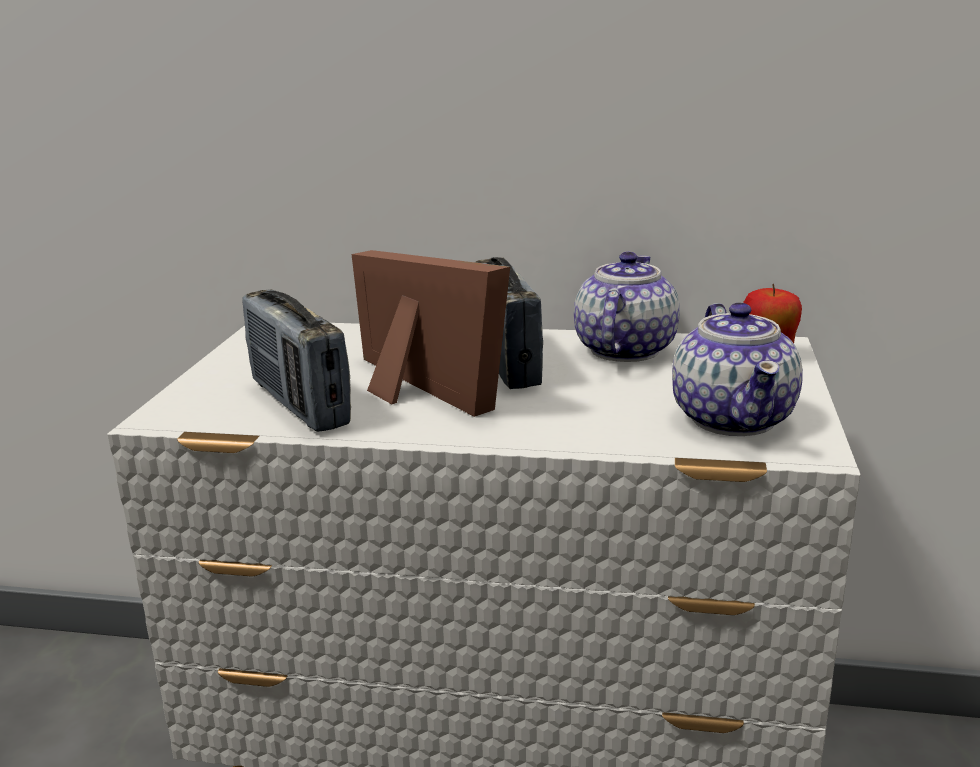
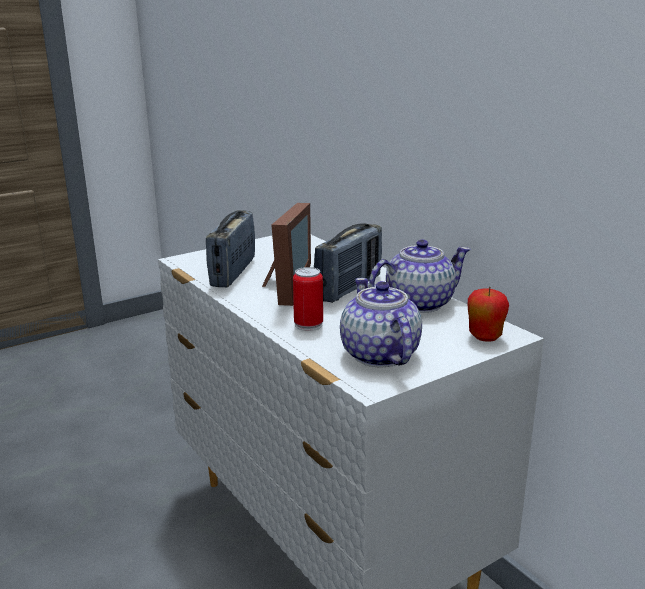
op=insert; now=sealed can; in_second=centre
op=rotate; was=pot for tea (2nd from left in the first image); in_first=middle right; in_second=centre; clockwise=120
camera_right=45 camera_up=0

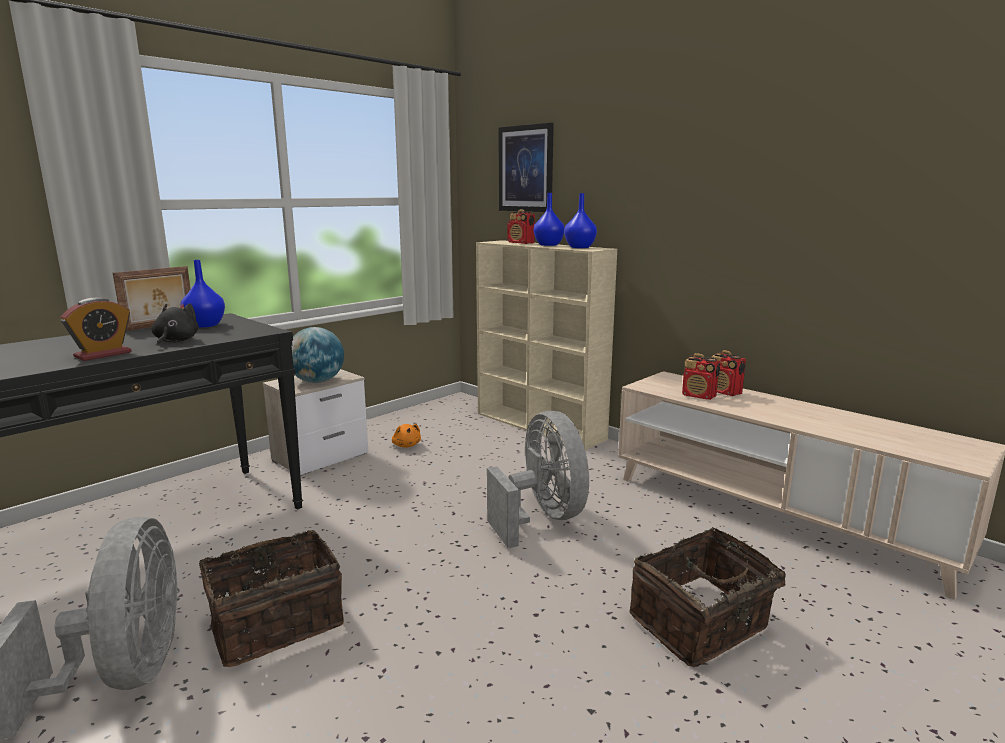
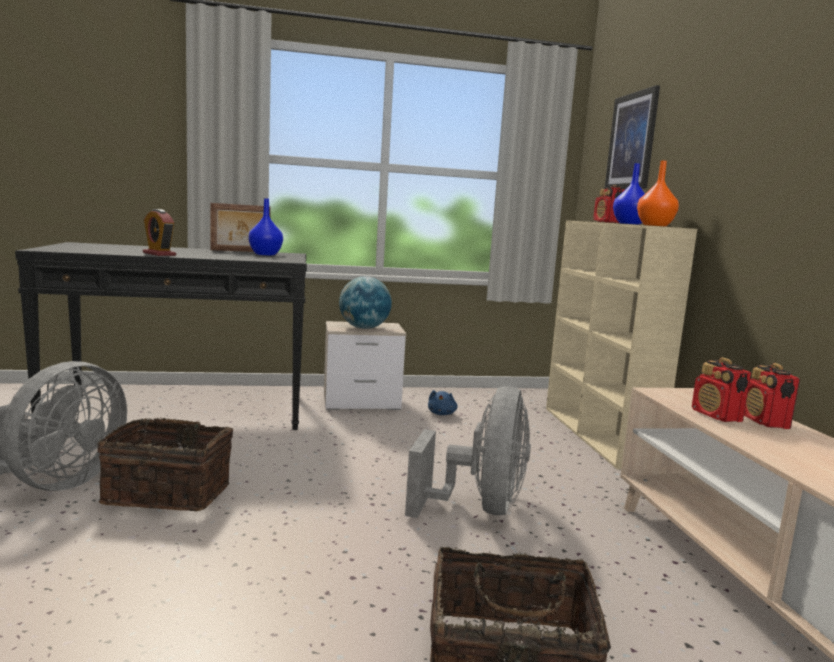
op=rotate; was=alarm clock; in_first=middle left; in_second=middle left; clockwise=60
op=recolor; was=orangey cuddly toy; now=blue cuddly toy; in_first=centre; in_second=centre
op=recolor; was=blue vase (3rd from left); now=orangey vase; in_first=top centre; in_second=top right
op=delete; was=black cuddly toy; in_first=middle left
camera_right=35 camera_up=-5

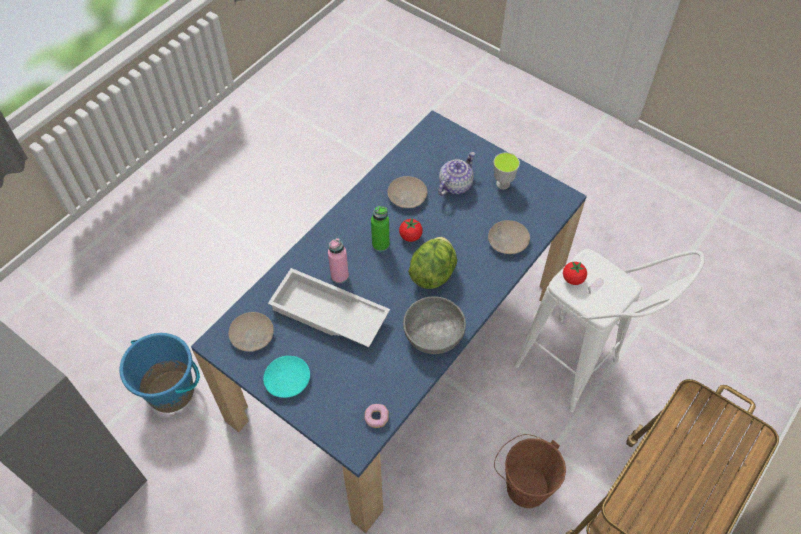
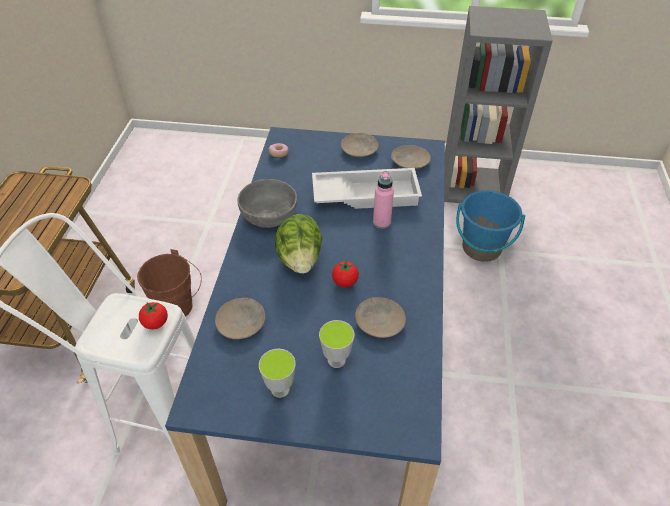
op=replace; was=pot for tea; now=drinking cup (2nd from left); in_first=top centre; in_second=bottom centre
op=recolor; was=turquoise flat dish; now=beige flat dish (2nd from left); in_first=bottom centre; in_second=top centre
op=delete; was=green-coloured bottle; in_first=centre
camera_right=150 camera_up=-10

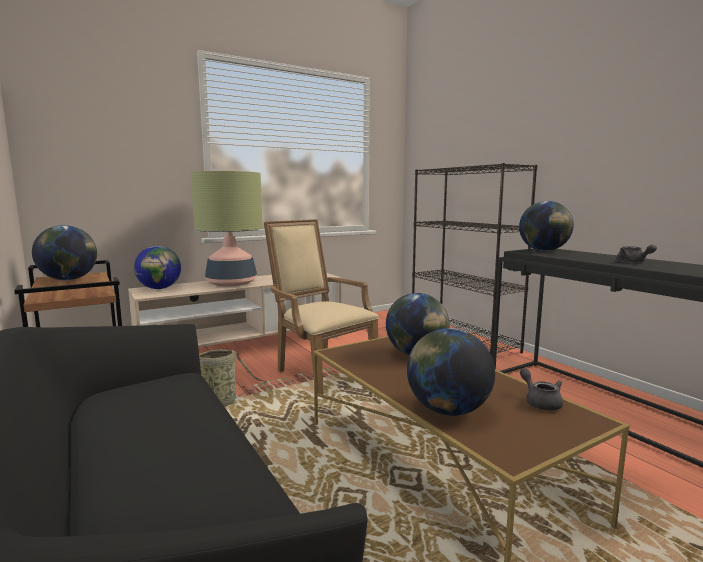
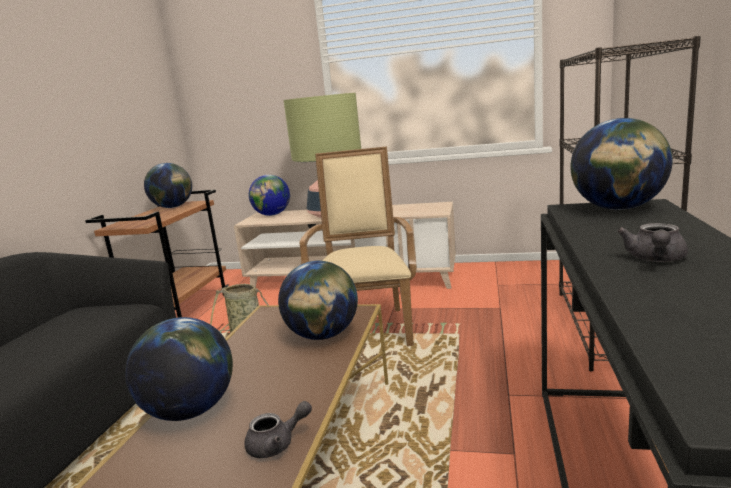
op=rotate; was=gray pot for tea (1st from left); in_first=bottom right; in_second=bottom centre; clockwise=45
camera_right=45 camera_up=5

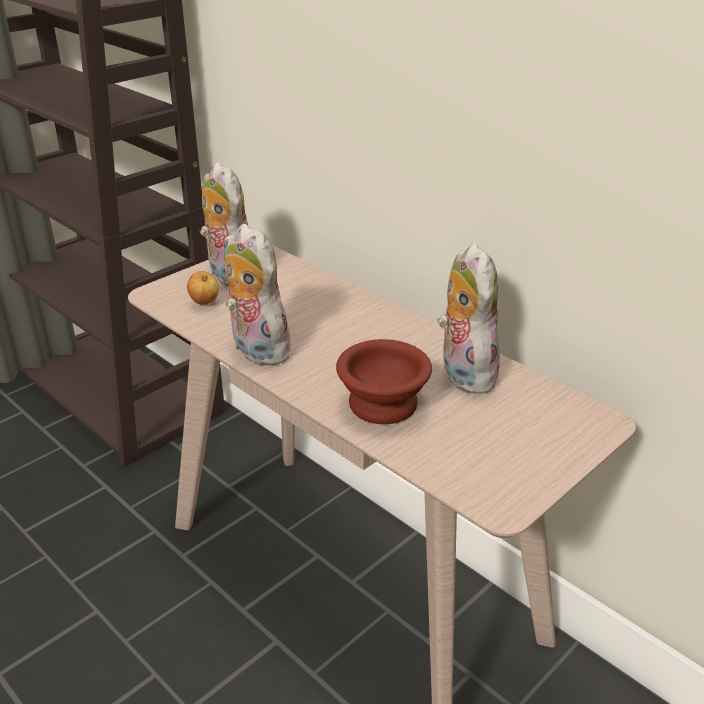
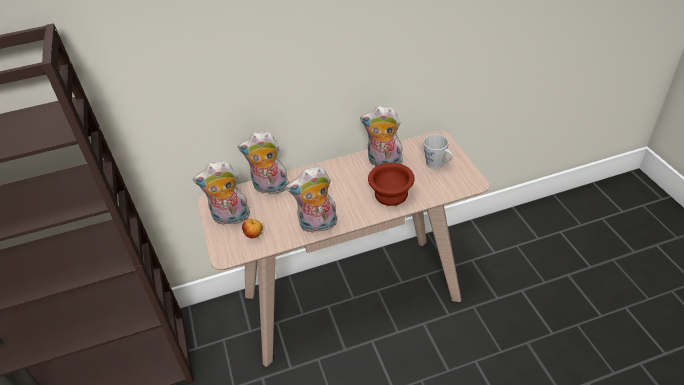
op=insert; now=cuddly toy (2nd from left); in_second=centre
op=insert; now=gray coffee mug; in_second=centre
camera_right=-60 camera_up=10

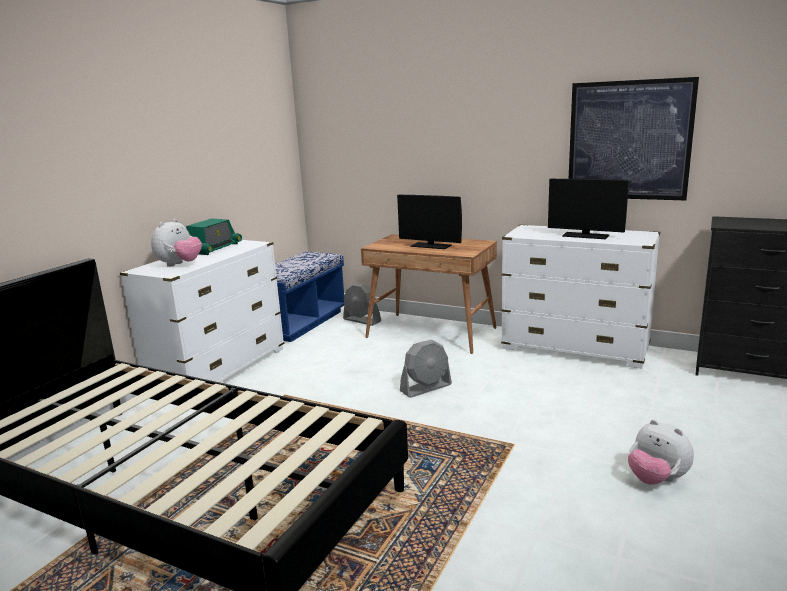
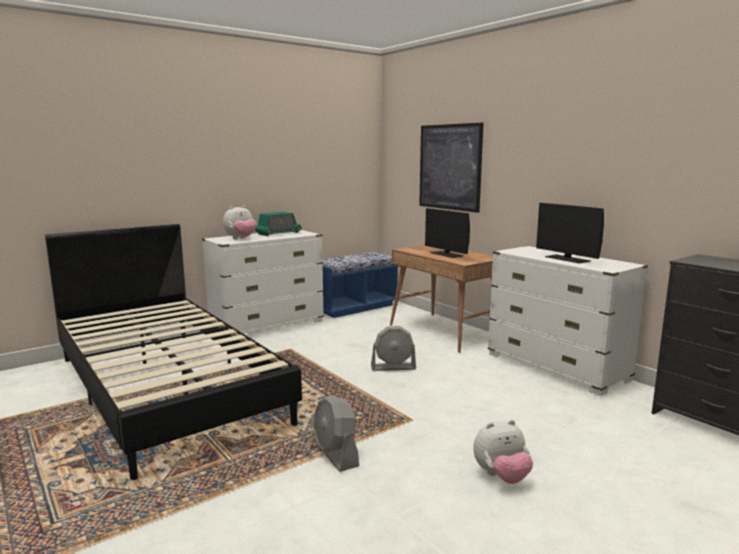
op=move; was=gray cooling fan (1st from left); in_first=centre; in_second=bottom centre
op=move; was=wall picture; in_first=top right; in_second=top centre
op=rotate; was=cuddly toy (2nd from left); in_first=bottom right; in_second=bottom right; clockwise=-90
camera_right=25 camera_up=-5

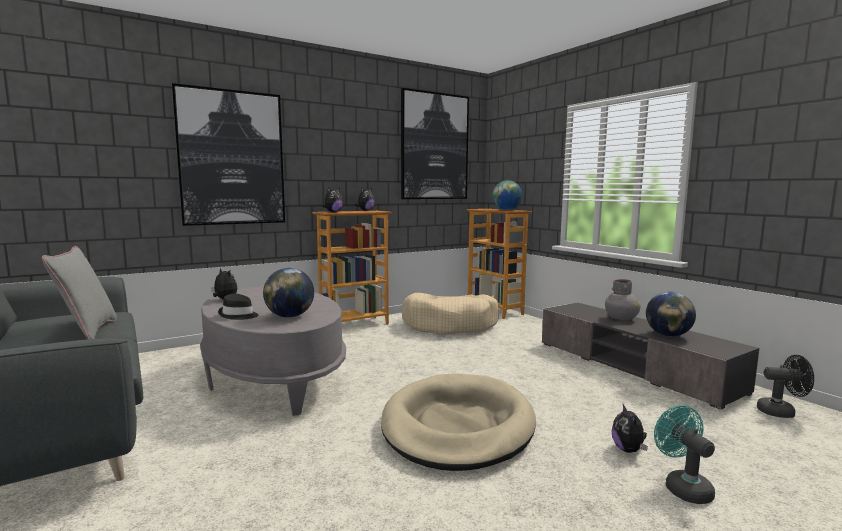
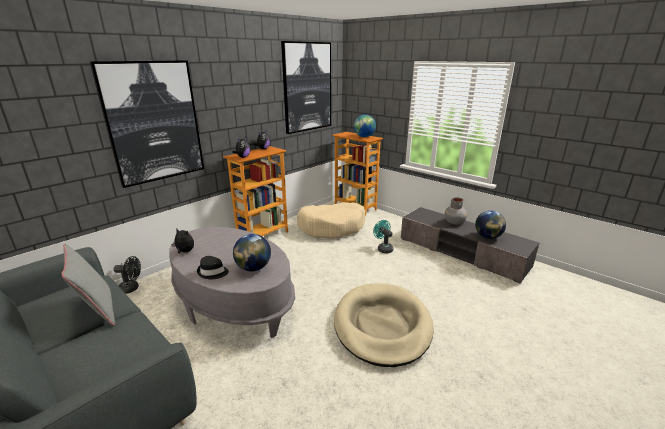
op=move; was=black cooling fan; in_first=bottom right; in_second=middle left
op=move; was=turquoise cooling fan; in_first=bottom right; in_second=centre
op=delete; was=cuddly toy (4th from left); in_first=bottom right
camera_right=-15 camera_up=15

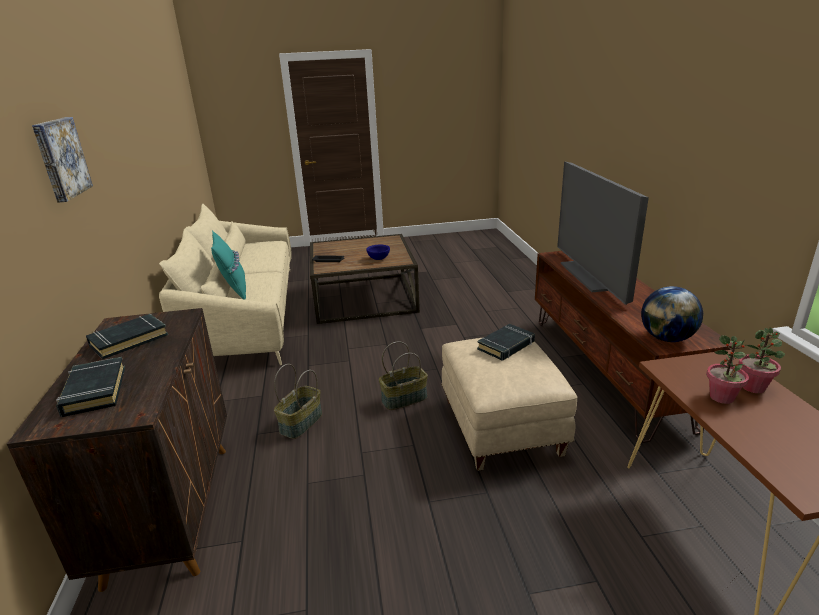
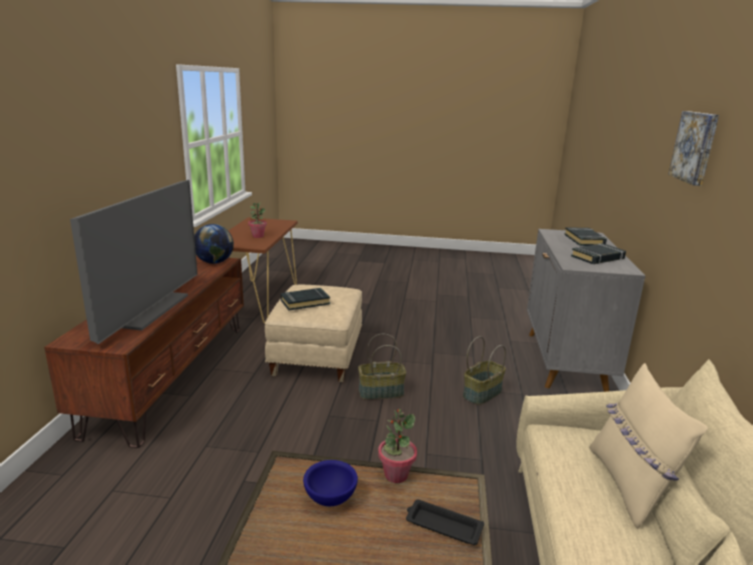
op=move; was=houseplant (2nd from left); in_first=middle right; in_second=bottom centre
op=recolor; was=brown-coloured storage cabinet; now=gray storage cabinet; in_first=bottom left; in_second=middle right
op=recolor; was=turquoise pillow; now=beige pillow; in_first=middle left; in_second=bottom right
camera_right=-165 camera_up=-5

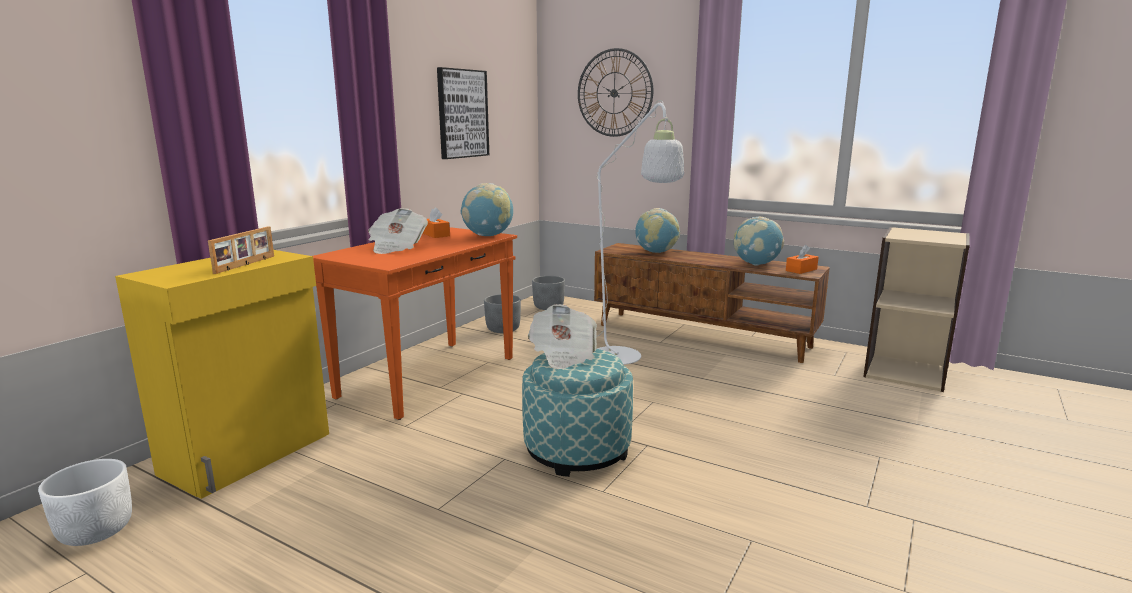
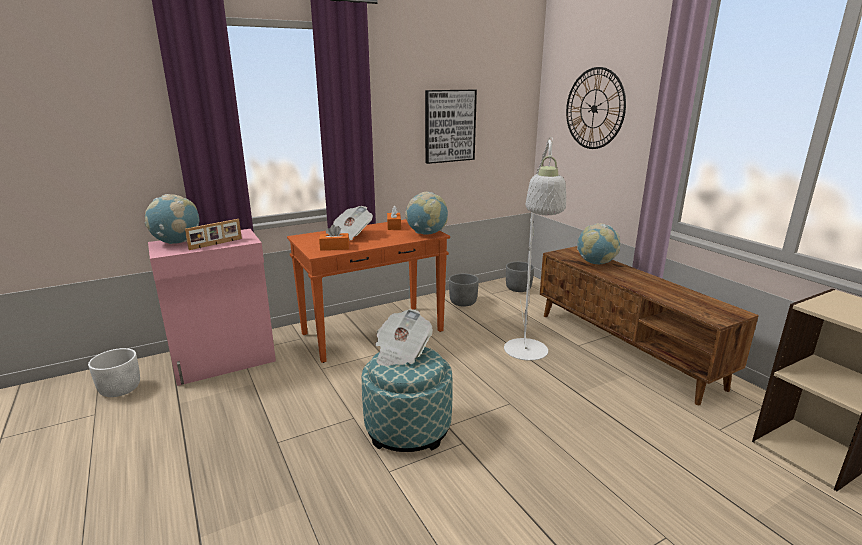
op=move; was=world globe (3rd from left in the first image); now=world globe (1st from left); in_first=middle right; in_second=middle left
op=recolor; was=yellowish storage cabinet; now=pink storage cabinet; in_first=middle left; in_second=middle left
op=move; was=orangey tissue holder (2nd from left in the first image); now=orangey tissue holder (1st from left); in_first=middle right; in_second=centre
camera_right=30 camera_up=5

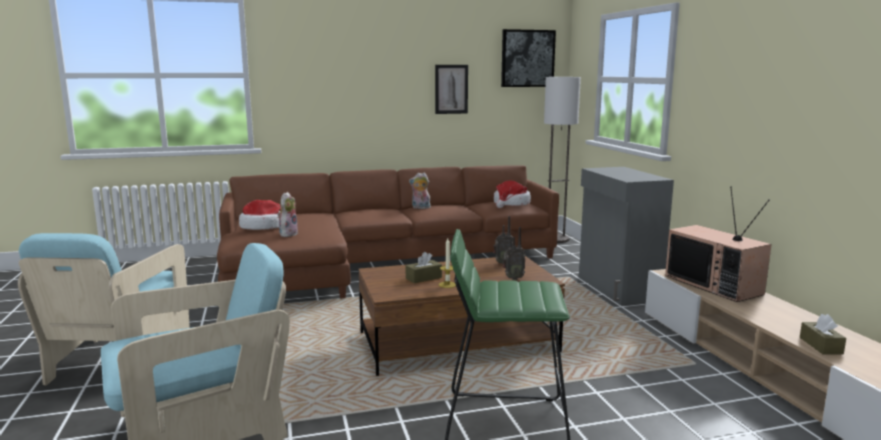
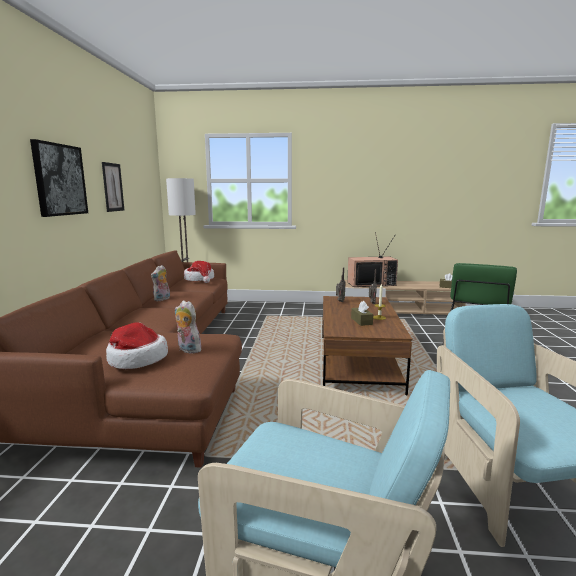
op=move; was=wall picture (2nd from left in the first image); now=wall picture (1st from left); in_first=top centre; in_second=top left
op=delete; was=gray storage cabinet; in_first=middle right
camera_right=-70 camera_up=0

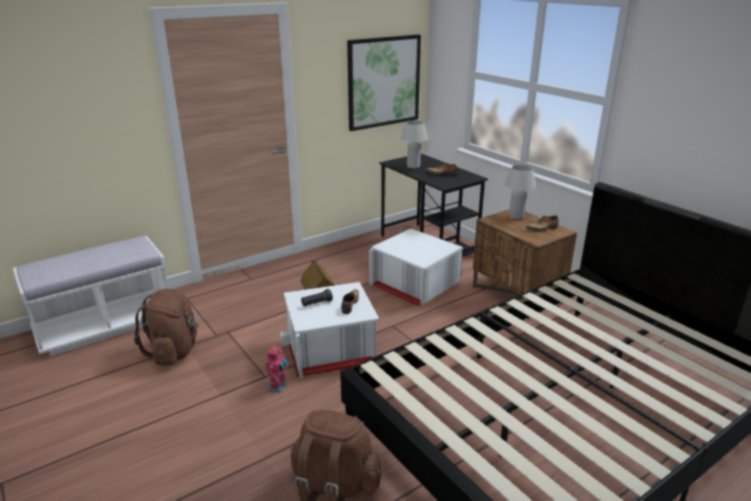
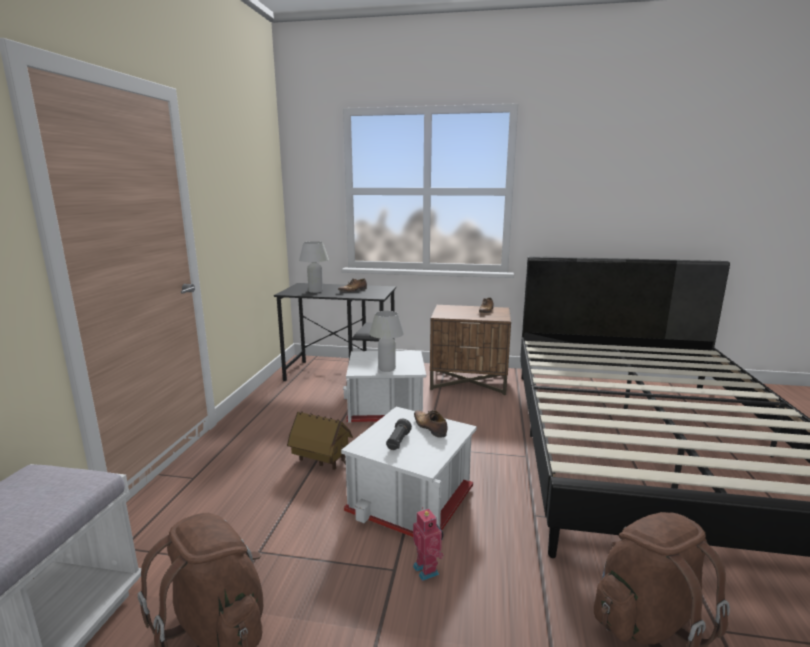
op=move; was=white lamp for a table (2nd from left); in_first=middle right; in_second=centre
op=delete; was=wall picture; in_first=top centre
camera_right=-45 camera_up=-10

